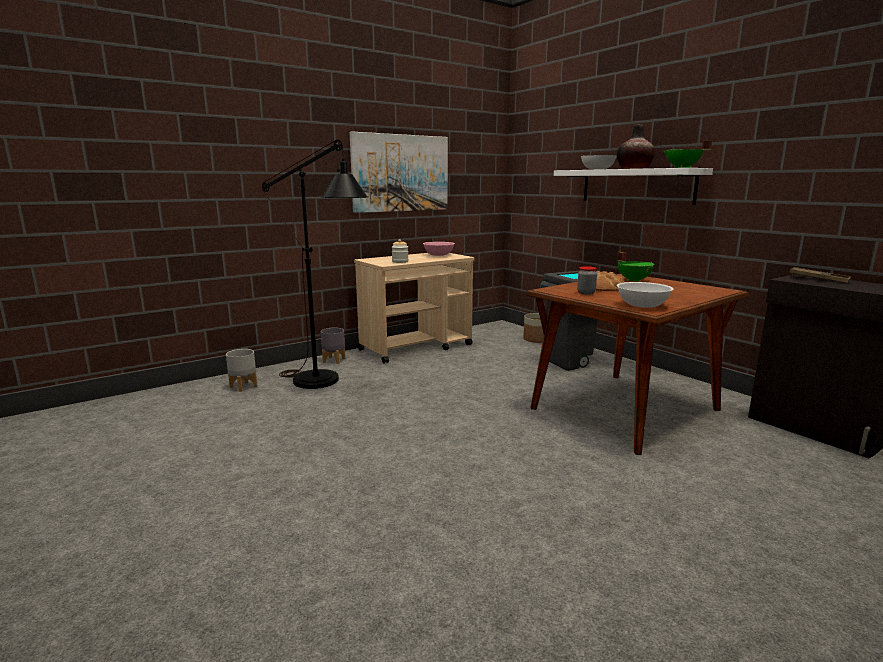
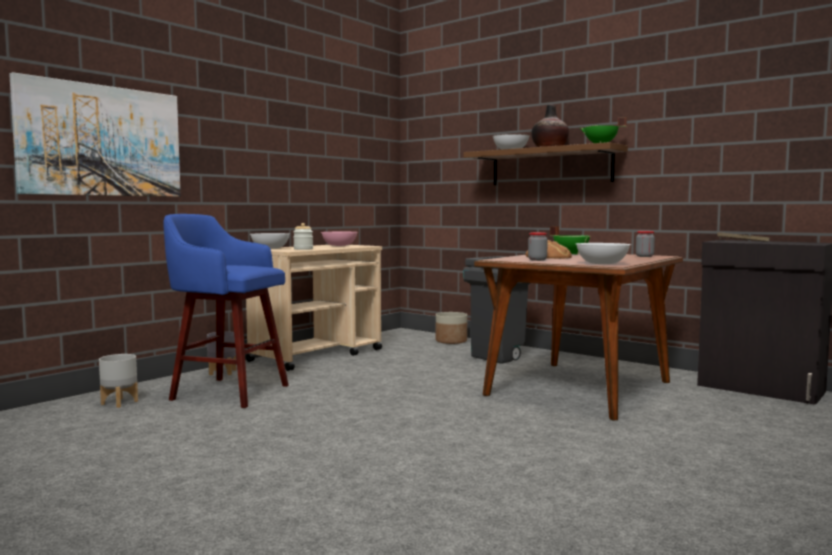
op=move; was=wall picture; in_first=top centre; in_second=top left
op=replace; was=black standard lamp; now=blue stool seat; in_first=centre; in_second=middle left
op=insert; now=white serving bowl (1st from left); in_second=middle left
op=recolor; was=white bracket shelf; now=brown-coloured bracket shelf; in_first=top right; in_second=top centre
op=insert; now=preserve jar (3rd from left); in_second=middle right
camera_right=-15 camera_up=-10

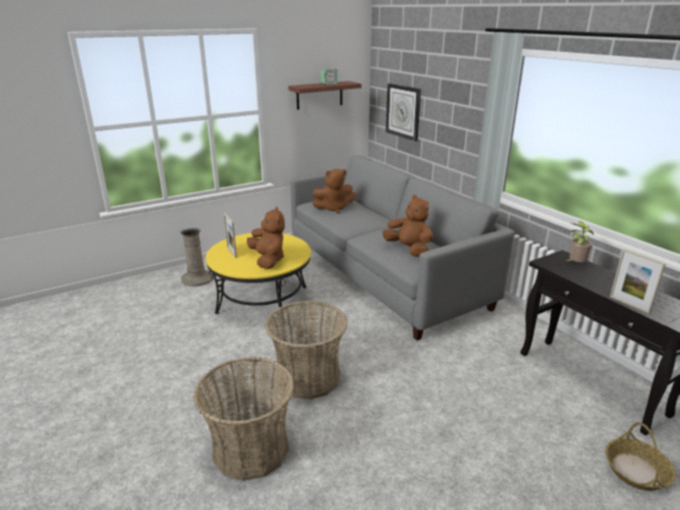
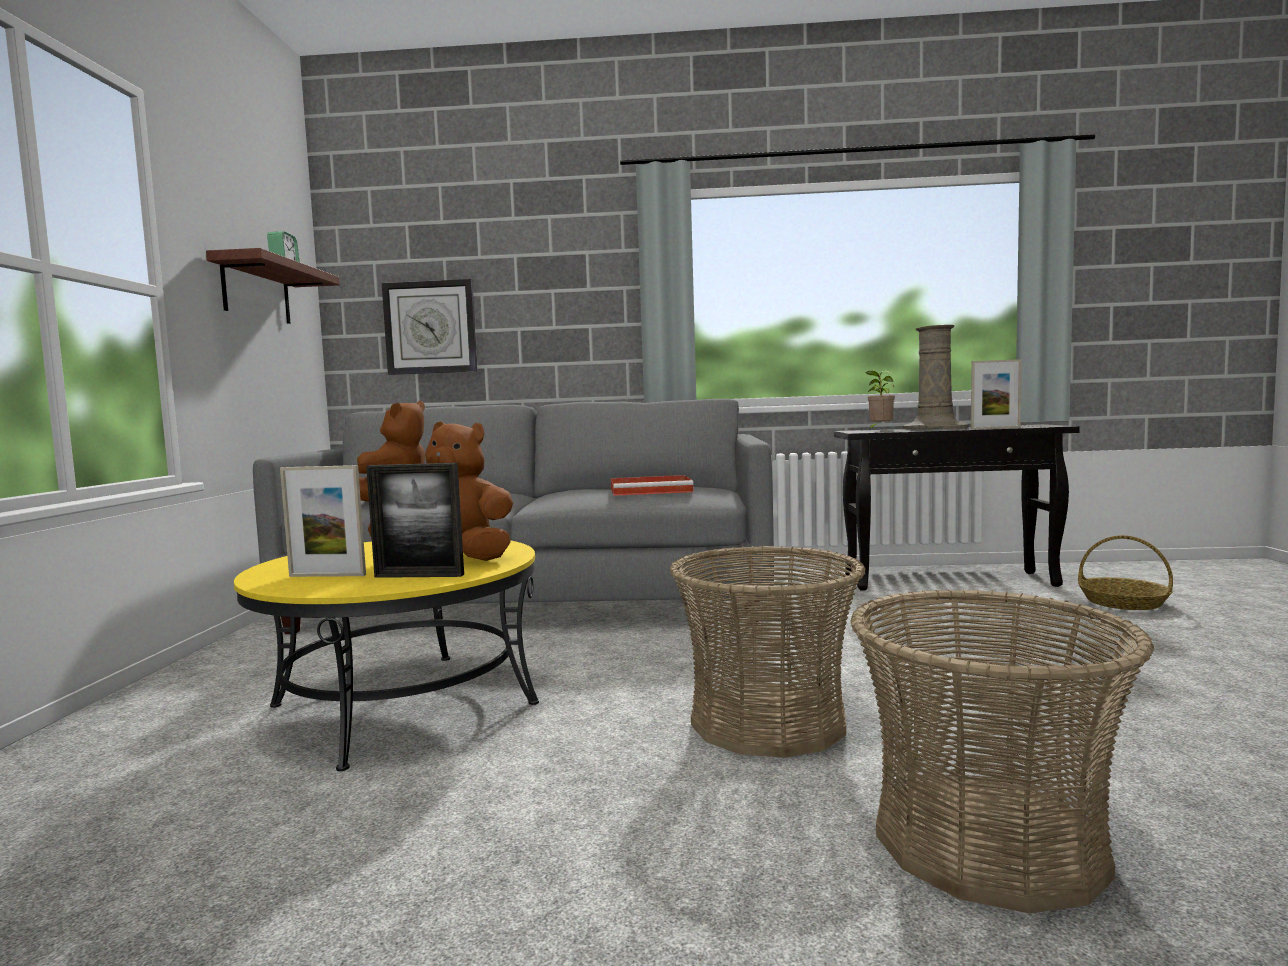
op=insert; now=photo frame (2nd from left); in_second=middle left
op=replace; was=brown-coloured cuddly toy (3rd from left); now=red carrying tray; in_first=centre; in_second=centre
op=move; was=beige vase; in_first=middle left; in_second=middle right
camera_right=-55 camera_up=-20

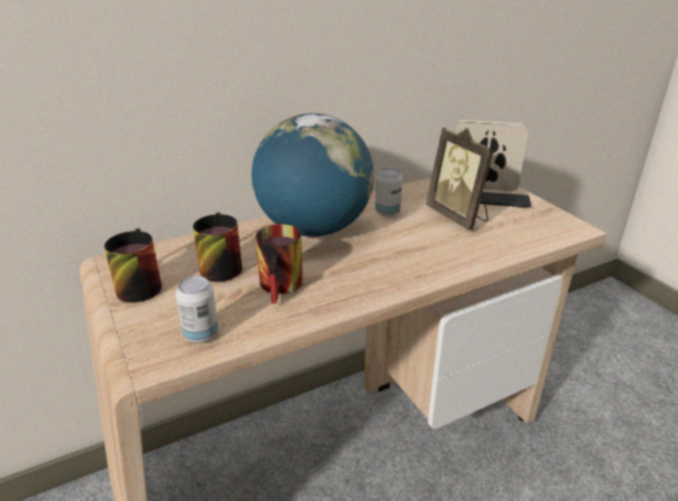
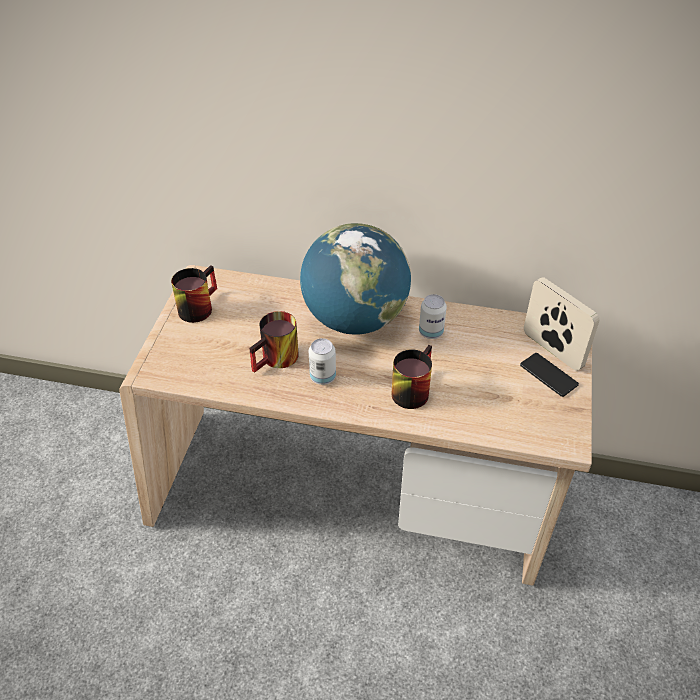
op=move; was=sealed can (1st from left); in_first=middle left; in_second=centre
op=move; was=coffee mug (2nd from left in the first image); now=coffee mug (3rd from left); in_first=middle left; in_second=centre
op=delete; was=photo frame (1st from left); in_first=middle right
camera_right=40 camera_up=15

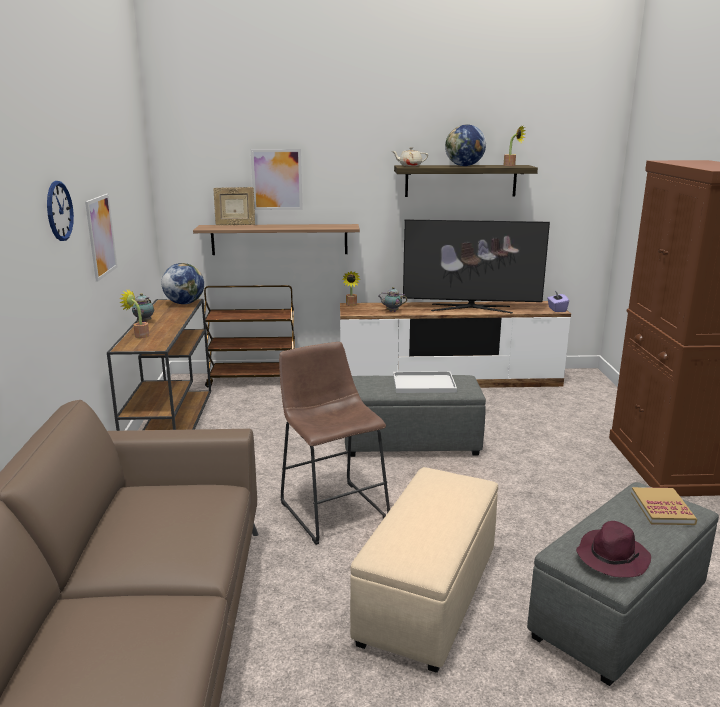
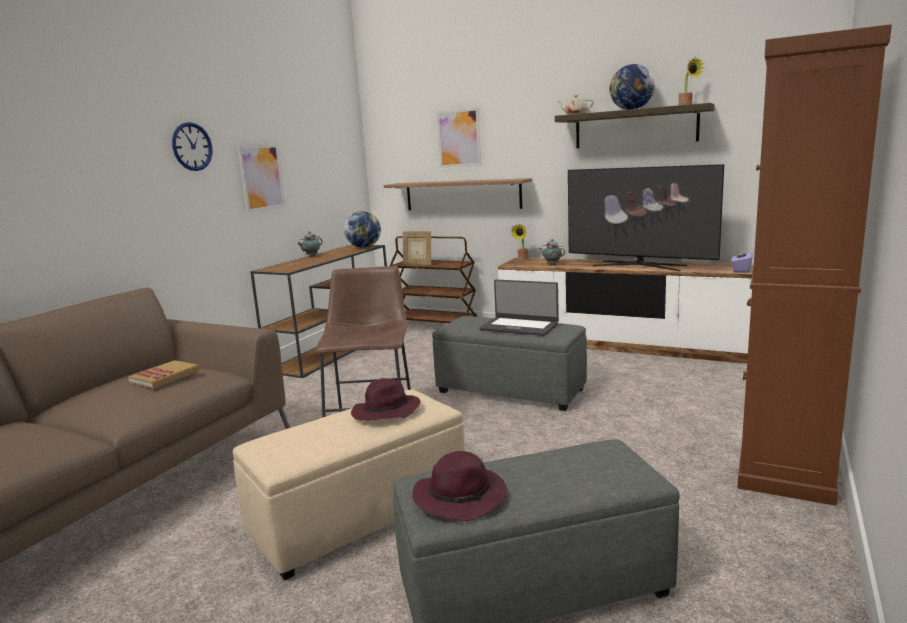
op=move; was=bound book; in_first=bottom right; in_second=middle left
op=insert; now=purple-coloured hat (1st from left); in_second=centre
op=move; was=photo frame; in_first=top left; in_second=centre
op=replace; was=white carrying tray; now=portable computer; in_first=centre; in_second=centre
op=delete; was=houseplant (1st from left); in_first=middle left
camera_right=30 camera_up=-5

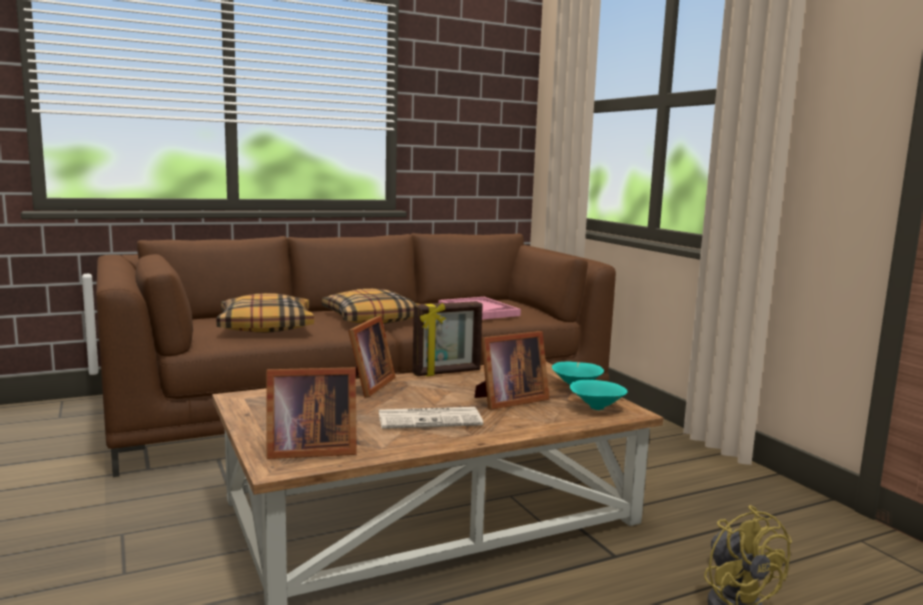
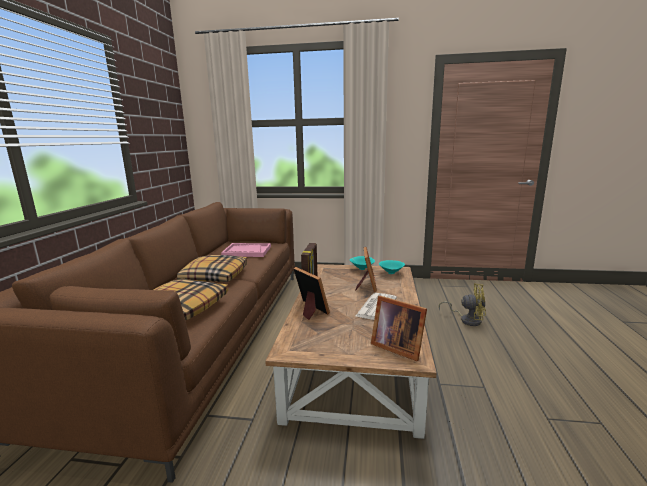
op=rotate; was=photo frame (1st from left in the first image); in_first=bottom centre; in_second=bottom centre; clockwise=105
camera_right=-55 camera_up=5

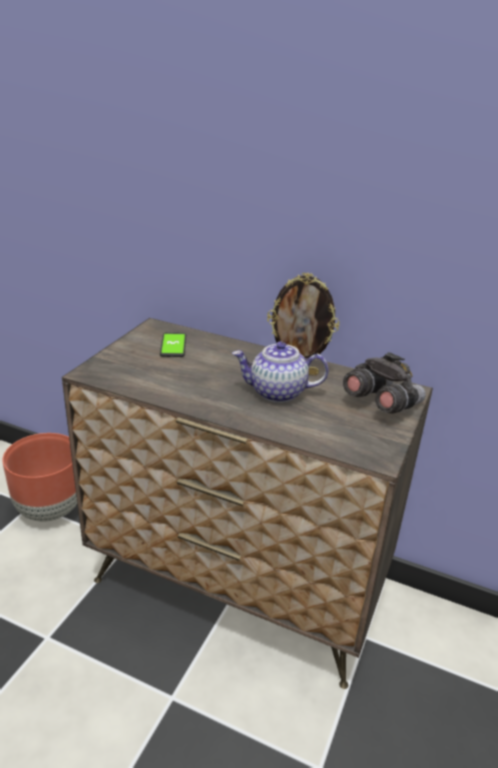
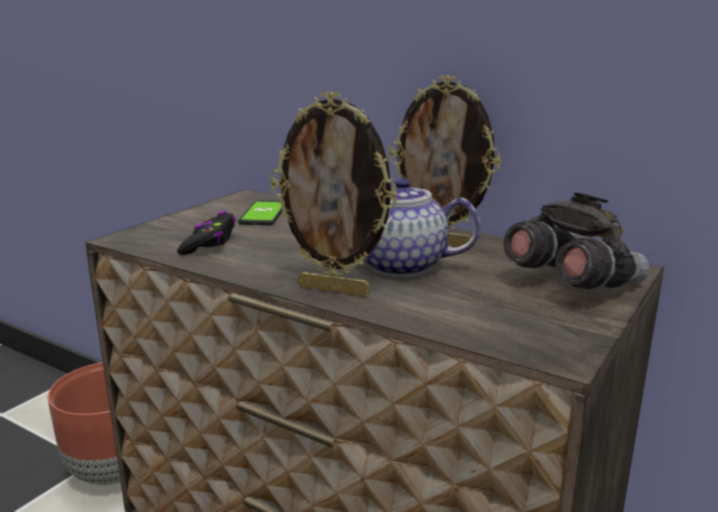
op=insert; now=black game controller; in_second=middle left
op=insert; now=photo frame (1st from left); in_second=centre
camera_right=10 camera_up=-10

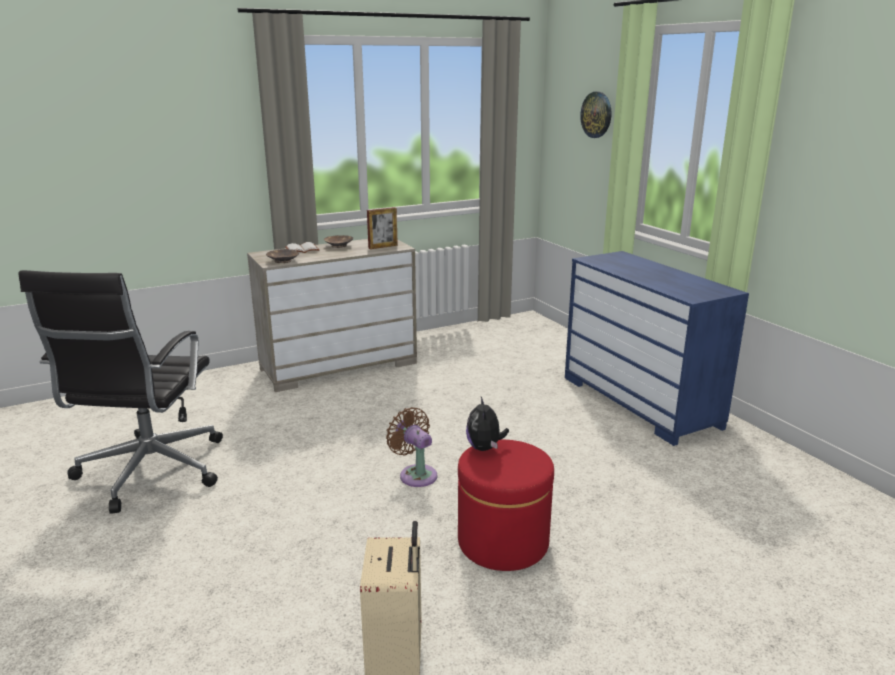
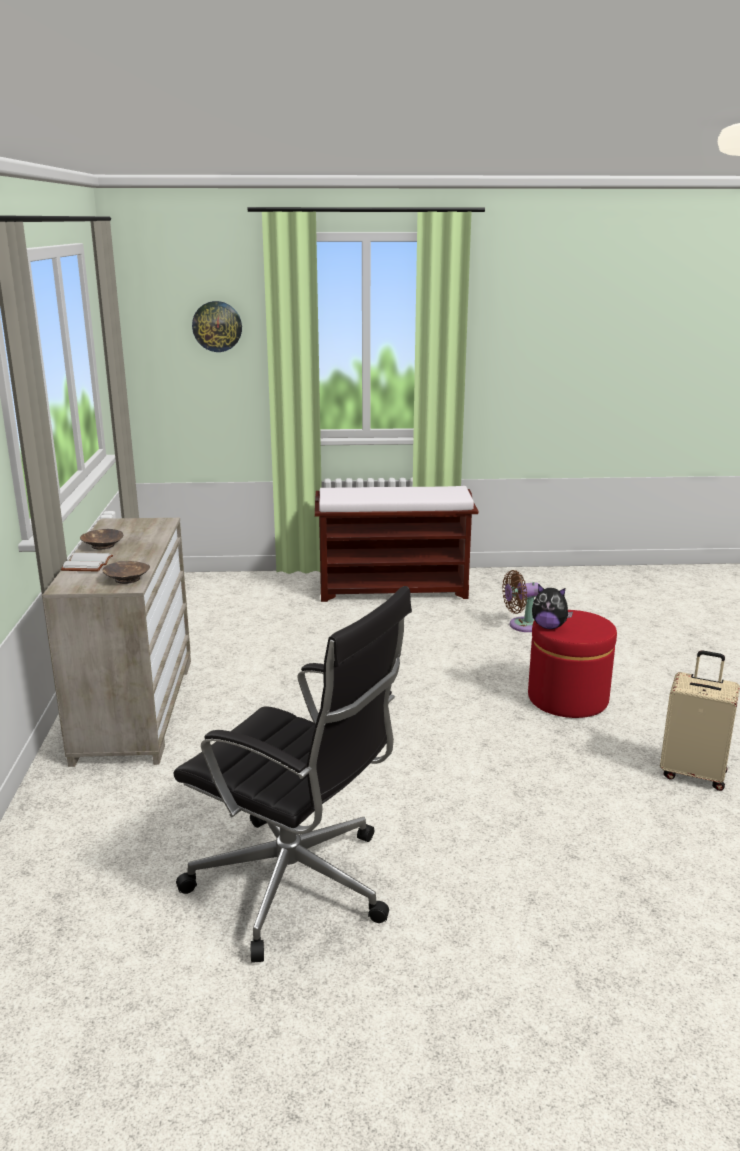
op=replace; was=blue dresser; now=brown-coloured indoor bench; in_first=middle right; in_second=centre
op=move; was=brown-coloured cooling fan; in_first=centre; in_second=middle right
op=delete; was=photo frame; in_first=centre
camera_right=-65 camera_up=0

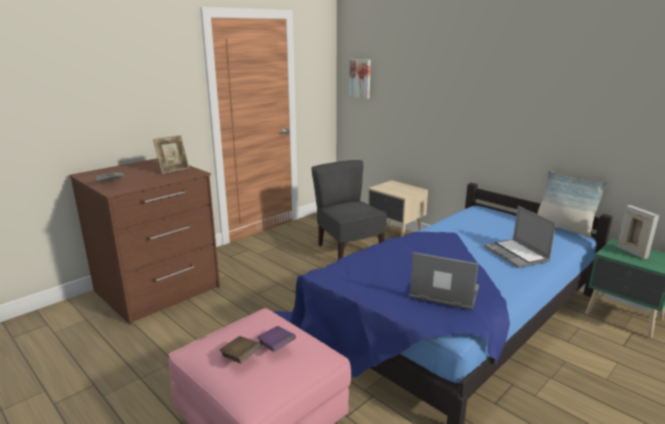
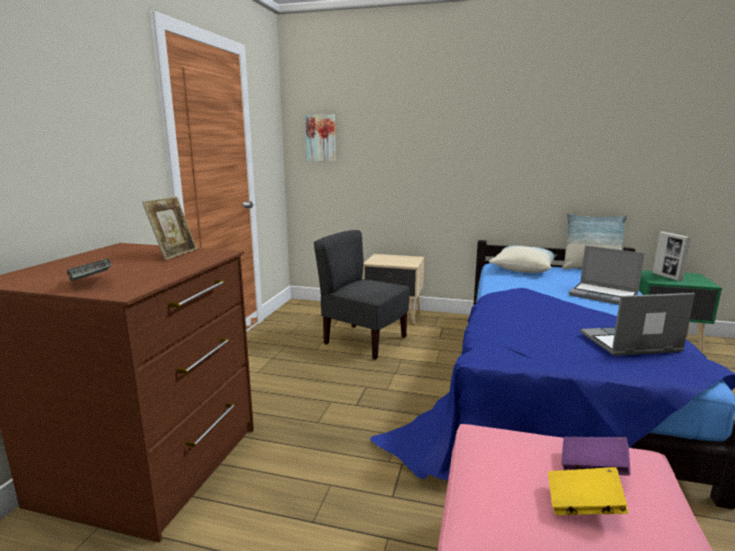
op=insert; now=pillow (1st from left); in_second=middle right
op=recolor; was=brown-coloured bound book; now=yellowish bound book; in_first=bottom centre; in_second=bottom right
op=rotate; was=photo frame (2nd from left); in_first=middle right; in_second=middle right; clockwise=-150
camera_right=-30 camera_up=-5

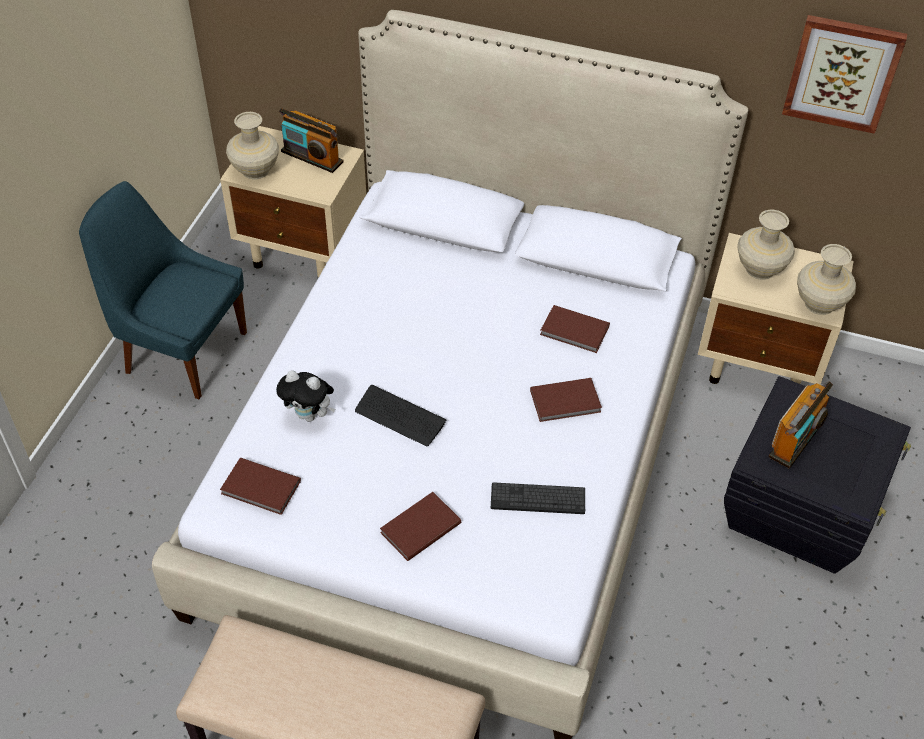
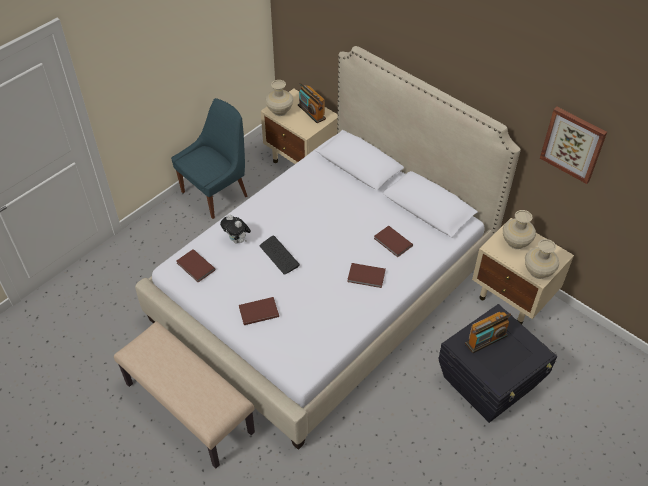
op=rotate; was=blue upright chair; in_first=middle left; in_second=top left; clockwise=90
op=delete; was=keyboard (2nd from left); in_first=bottom centre
camera_right=25 camera_up=0

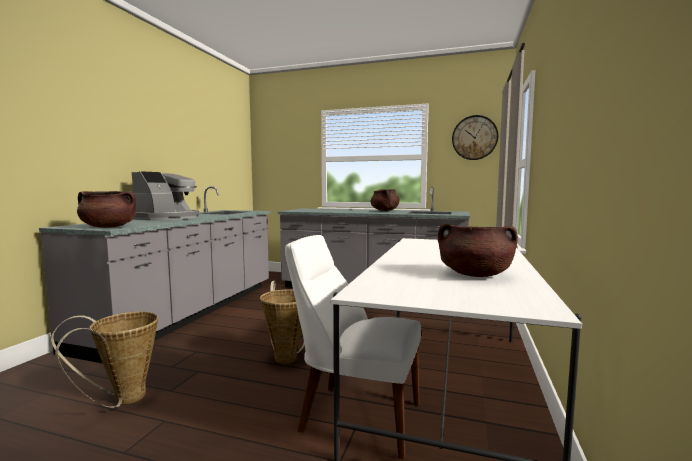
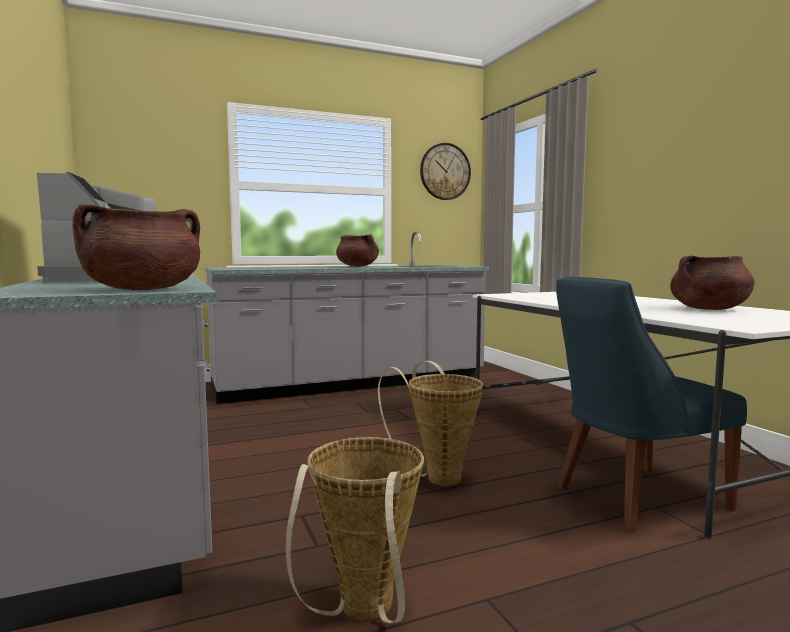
op=recolor; was=white upright chair; now=blue upright chair; in_first=bottom centre; in_second=middle right
camera_right=-40 camera_up=0

